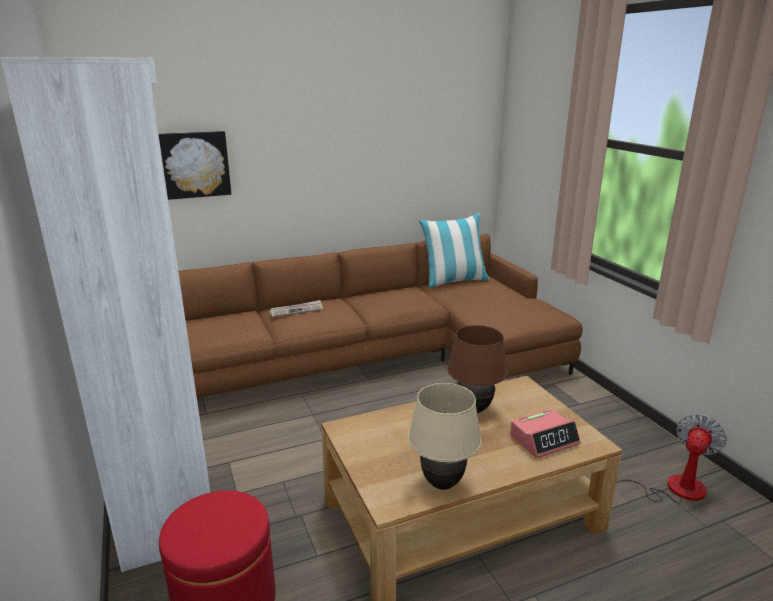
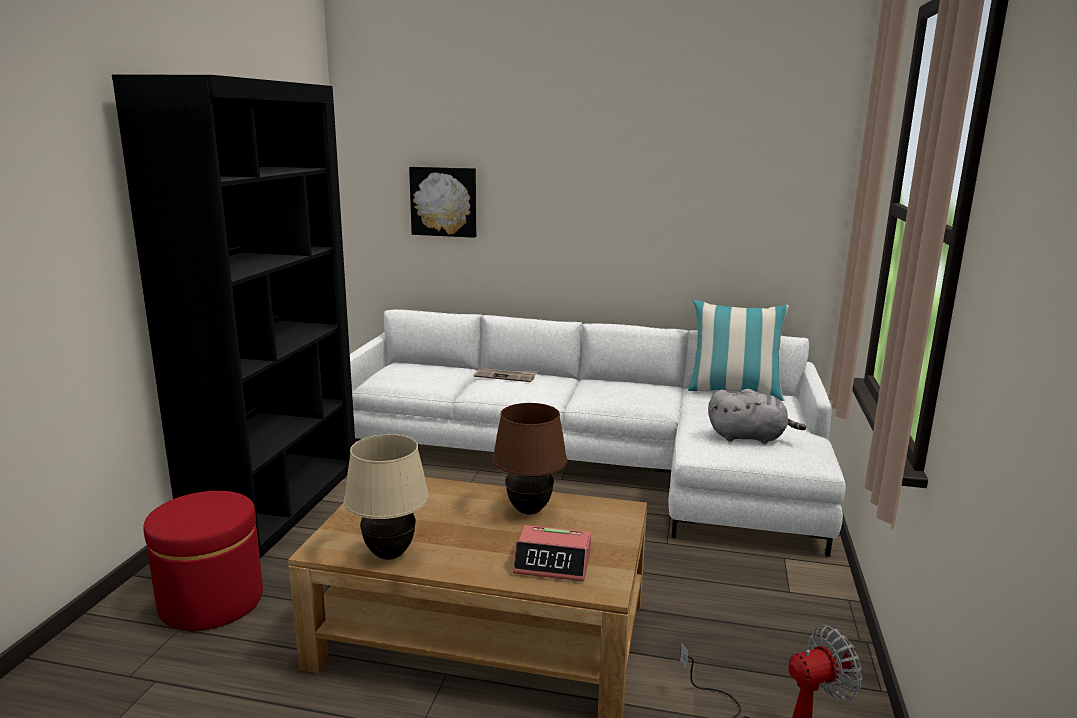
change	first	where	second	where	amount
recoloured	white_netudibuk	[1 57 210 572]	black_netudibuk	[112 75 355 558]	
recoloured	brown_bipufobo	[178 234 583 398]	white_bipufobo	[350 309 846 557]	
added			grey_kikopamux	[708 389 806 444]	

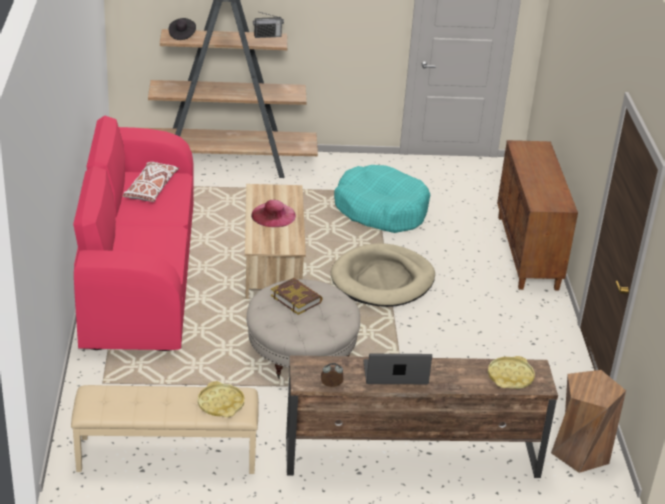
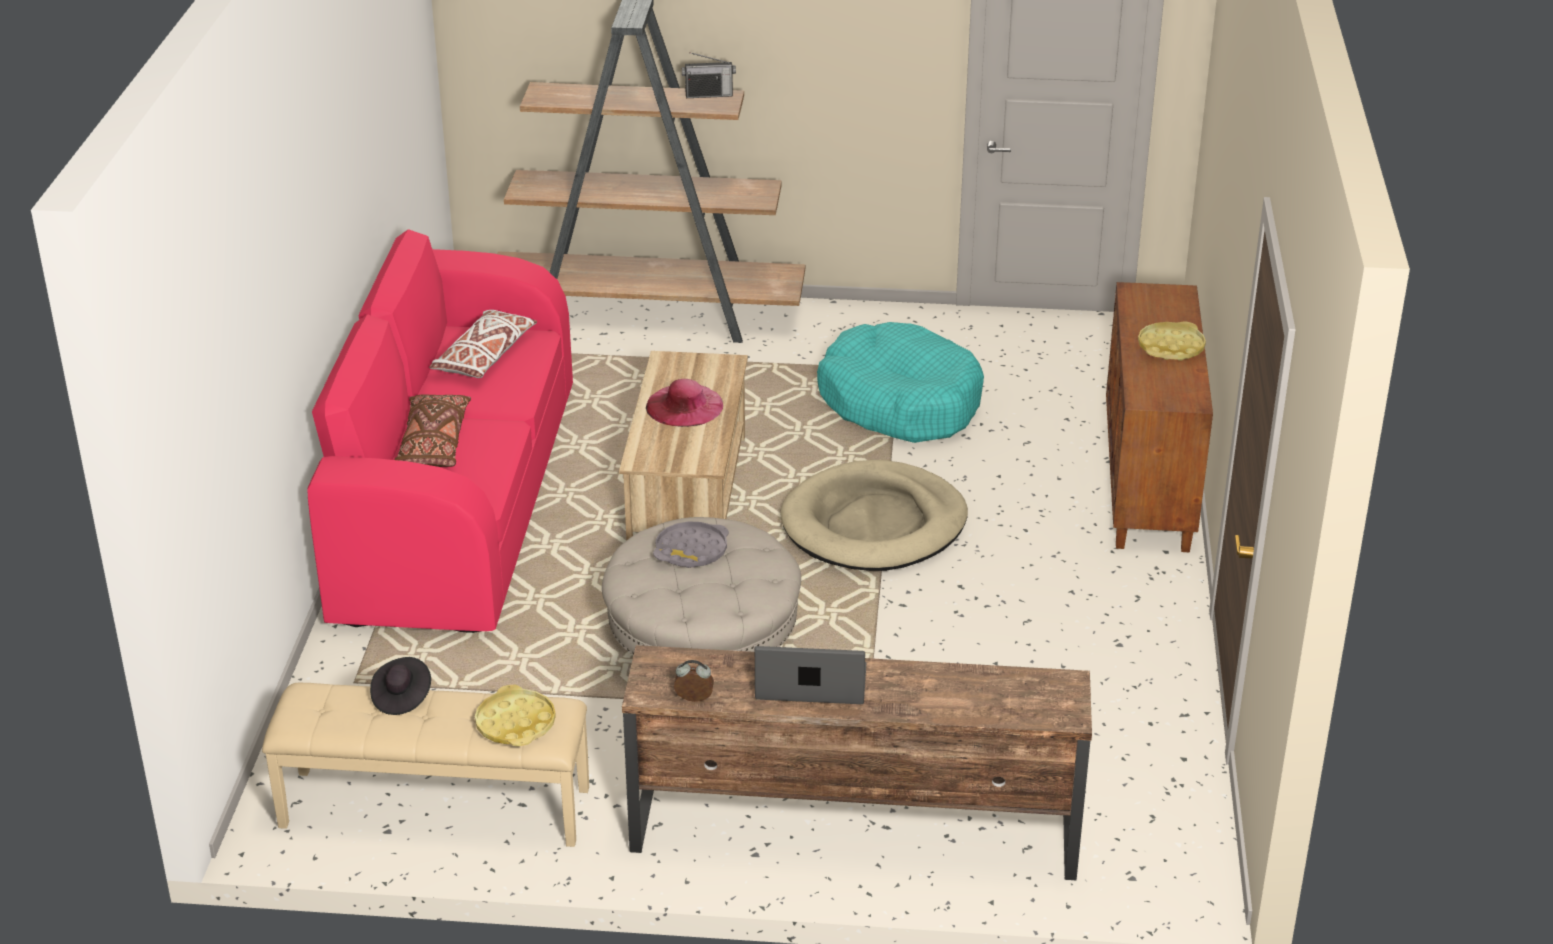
change	first	where	second	where	amount
moved	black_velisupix	[169 18 196 40]		[370 657 431 715]	
replaced	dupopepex	[271 278 322 315]	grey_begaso	[653 521 729 568]	
moved	yellow_begaso	[488 356 535 389]		[1138 321 1206 361]	
removed	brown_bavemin	[551 370 626 473]			
added			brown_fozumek	[394 394 471 467]	

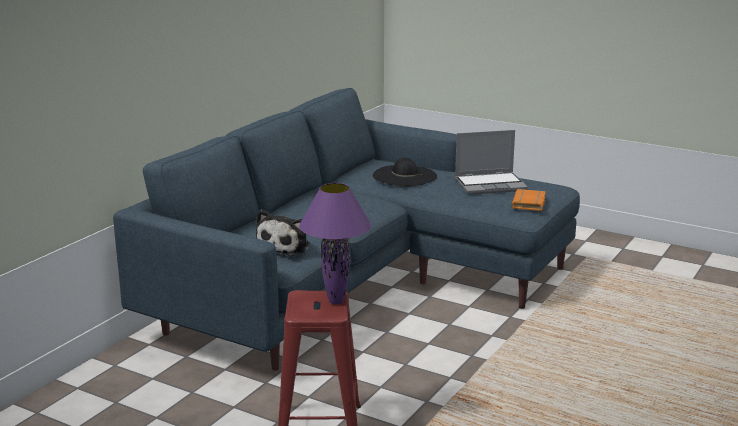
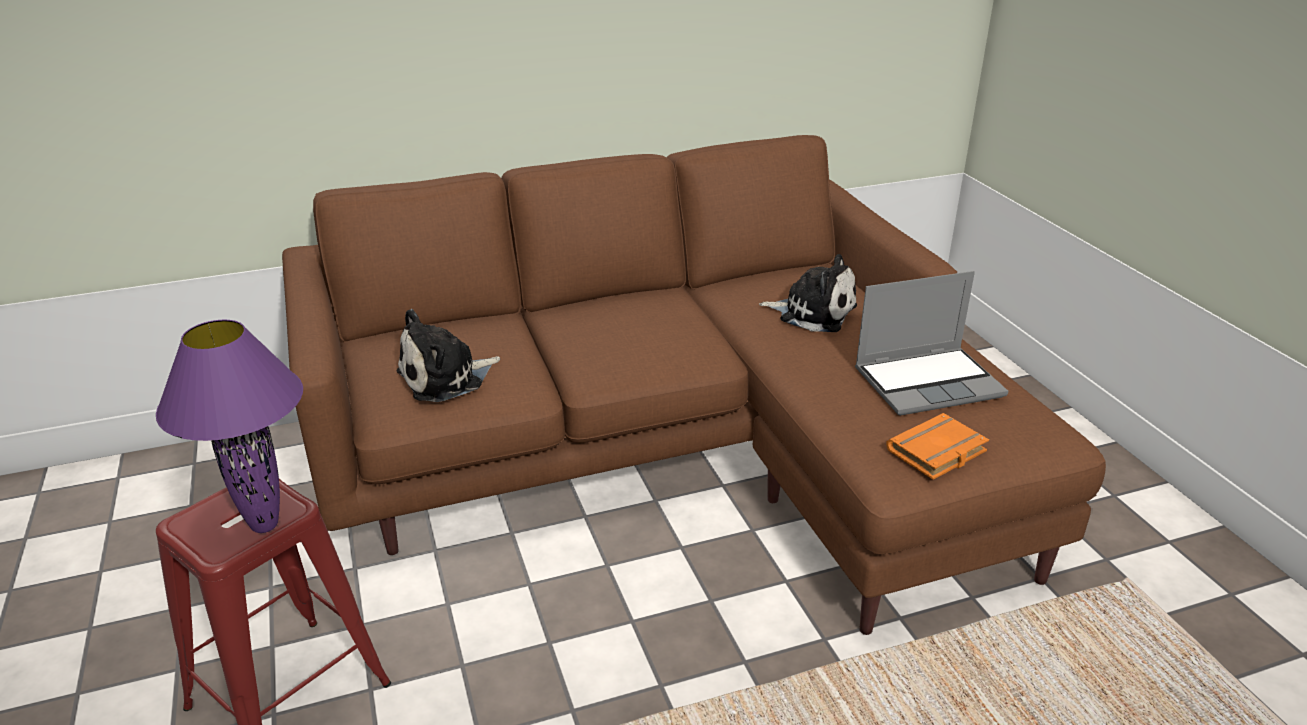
change	first	where	second	where	amount
recoloured	blue_bipufobo	[113 88 580 371]	brown_bipufobo	[282 135 1106 635]	
replaced	black_velisupix	[373 158 437 187]	kikopamux	[759 254 857 332]	
turned	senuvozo	[455 130 528 195]		[855 271 1008 416]	45 degrees counterclockwise

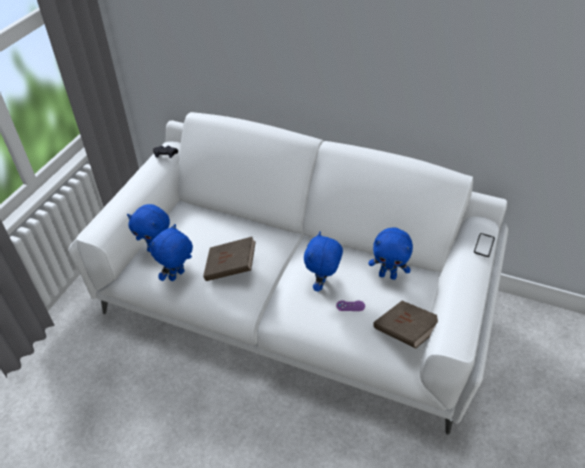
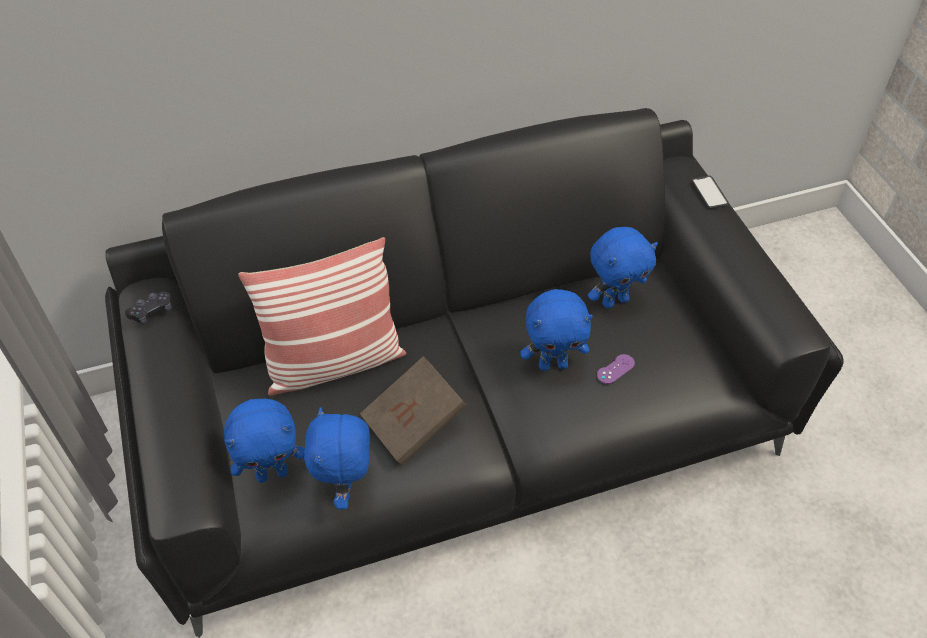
change	first	where	second	where	amount
recoloured	white_bipufobo	[69 112 508 435]	black_bipufobo	[105 108 844 638]	
turned	blue_kikopamux	[304 231 343 292]		[520 289 593 371]	75 degrees counterclockwise
removed	brown_dupopepex	[373 301 438 349]			
added			fozumek	[238 237 406 396]	

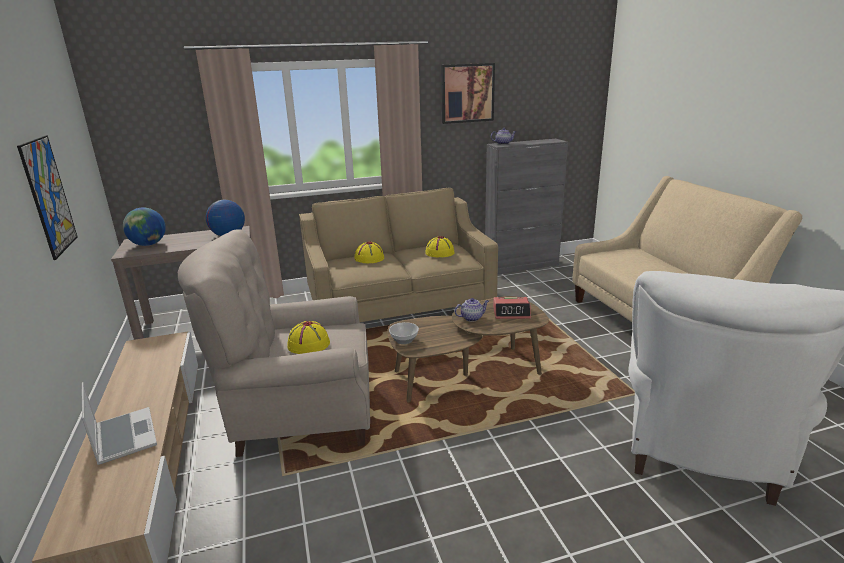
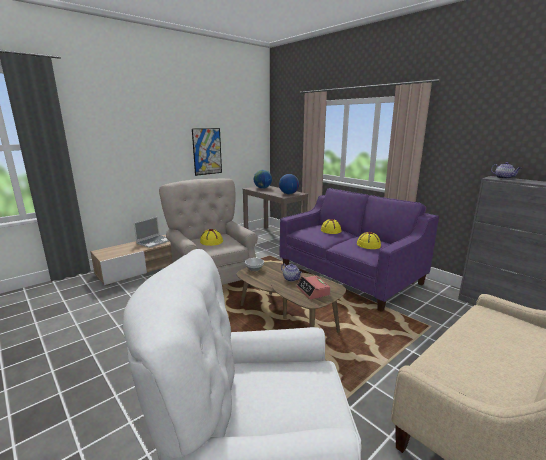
change	first	where	second	where	amount
recoloured	beige_bipufobo	[299 188 498 322]	purple_bipufobo	[279 188 439 312]	
removed	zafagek	[441 63 495 124]			

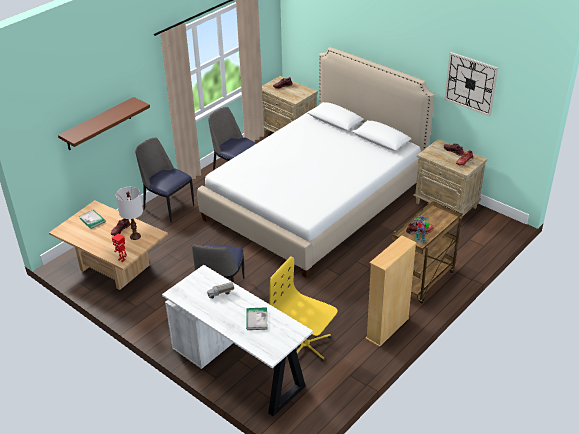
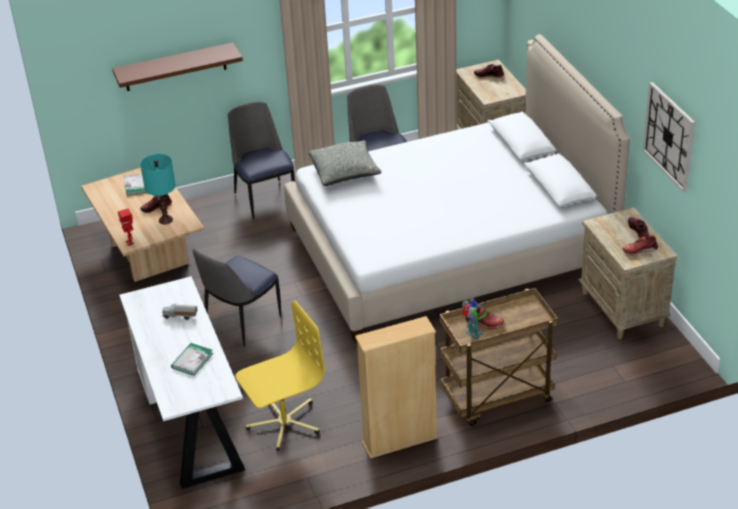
change	first	where	second	where	amount
recoloured	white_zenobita	[116 187 143 240]	turquoise_zenobita	[140 154 176 225]	
turned	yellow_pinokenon	[269 256 337 362]		[236 301 325 451]	90 degrees clockwise
added			grey_fozumek	[309 140 382 186]	

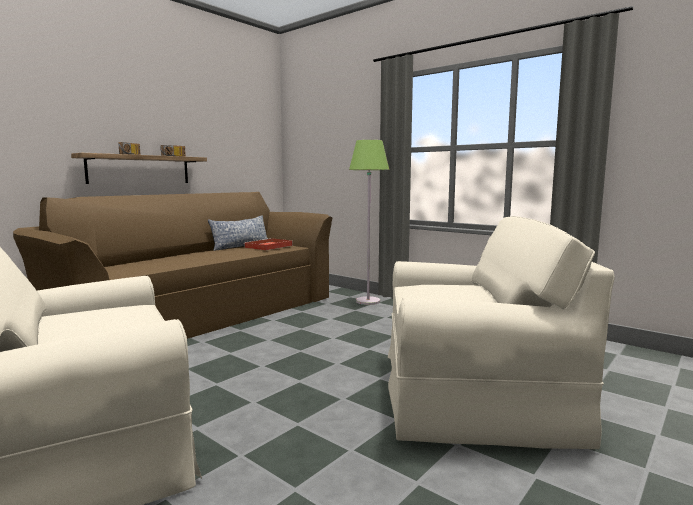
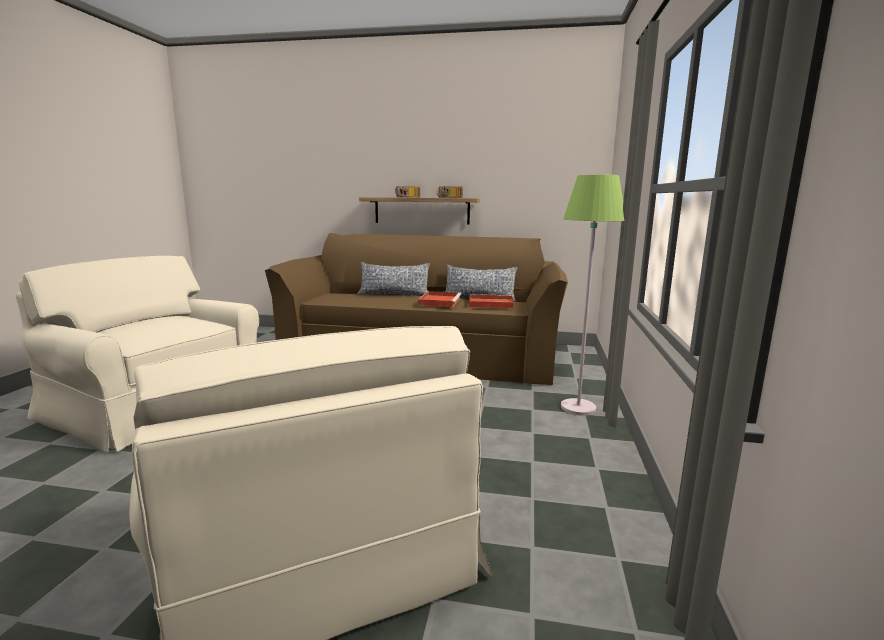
change	first	where	second	where	amount
added			fozumek	[357 262 430 296]	
added			red_begaso	[418 291 461 307]	

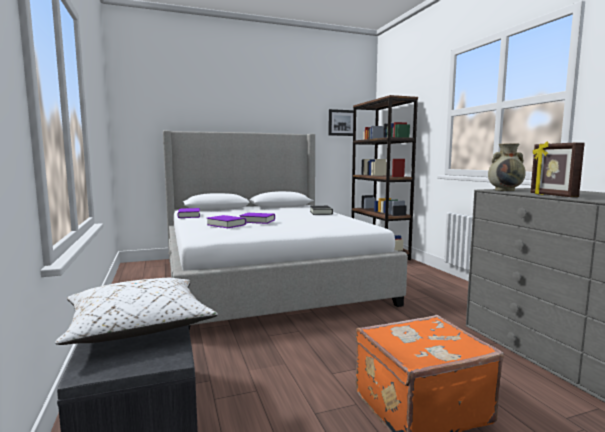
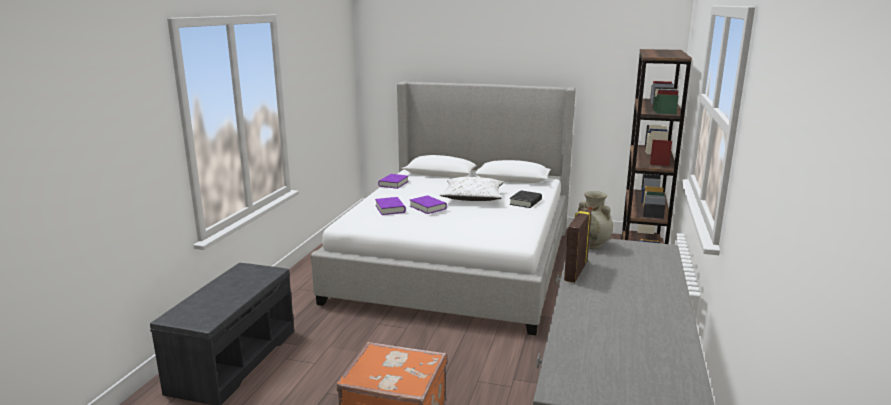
change	first	where	second	where	amount
moved	white_fozumek	[55 278 218 345]		[439 177 504 201]	
removed	zafagek	[329 109 353 136]			

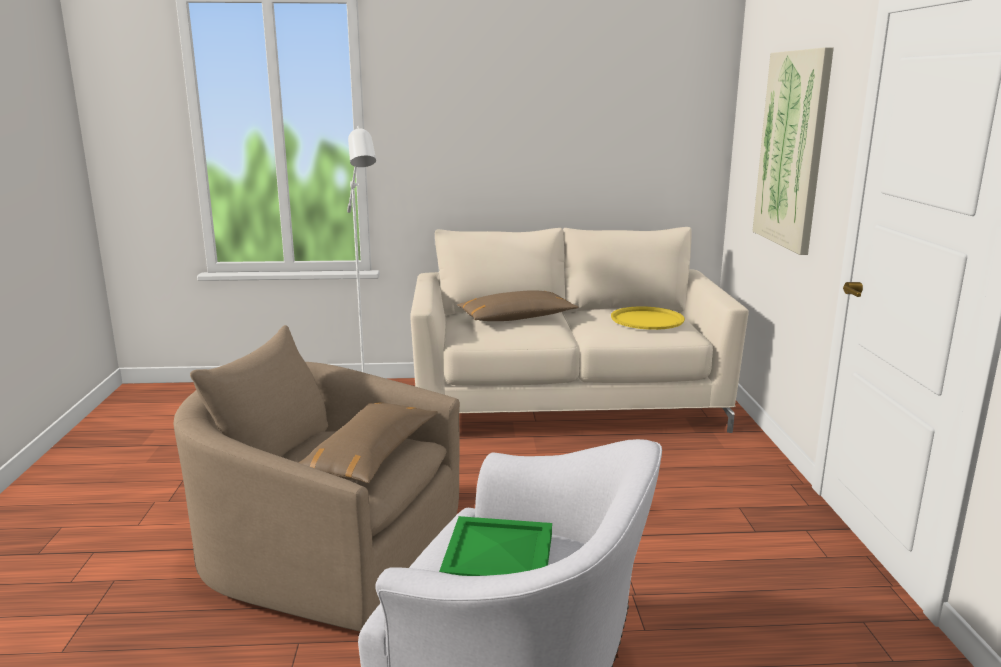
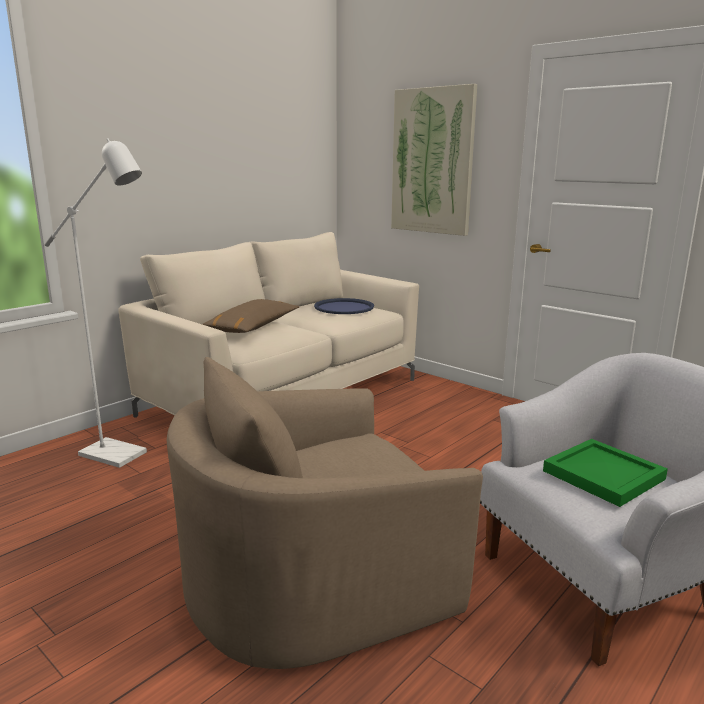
change	first	where	second	where	amount
removed	brown_fozumek	[298 403 438 483]			
recoloured	yellow_begaso	[611 306 685 330]	blue_begaso	[314 298 374 314]	

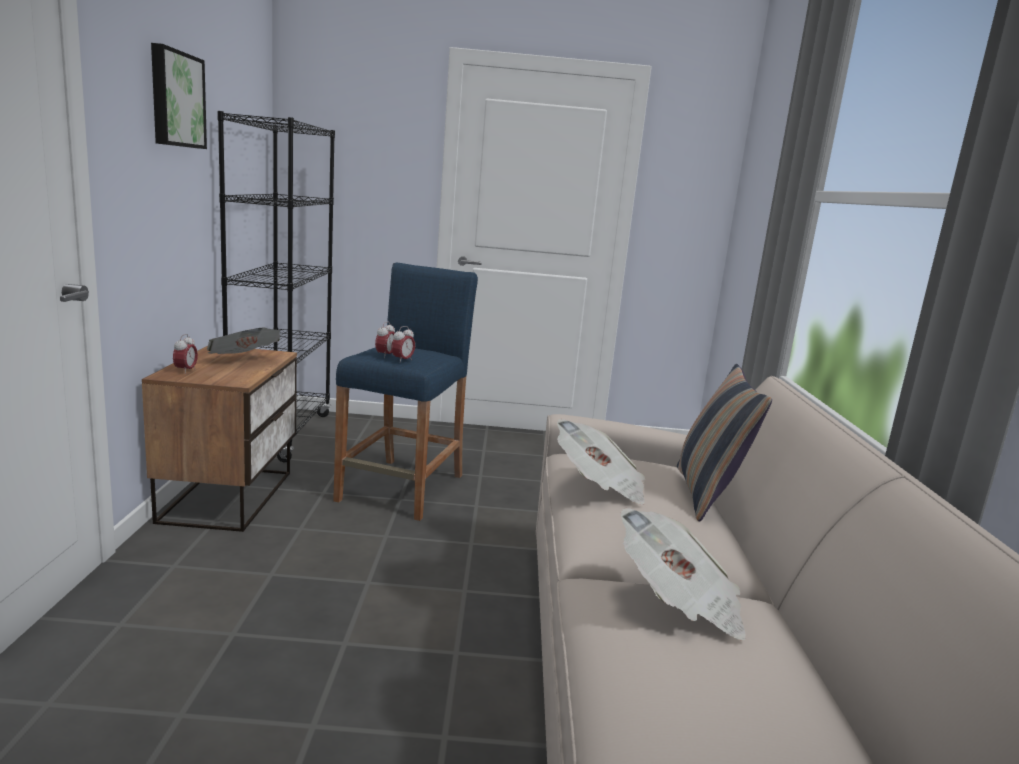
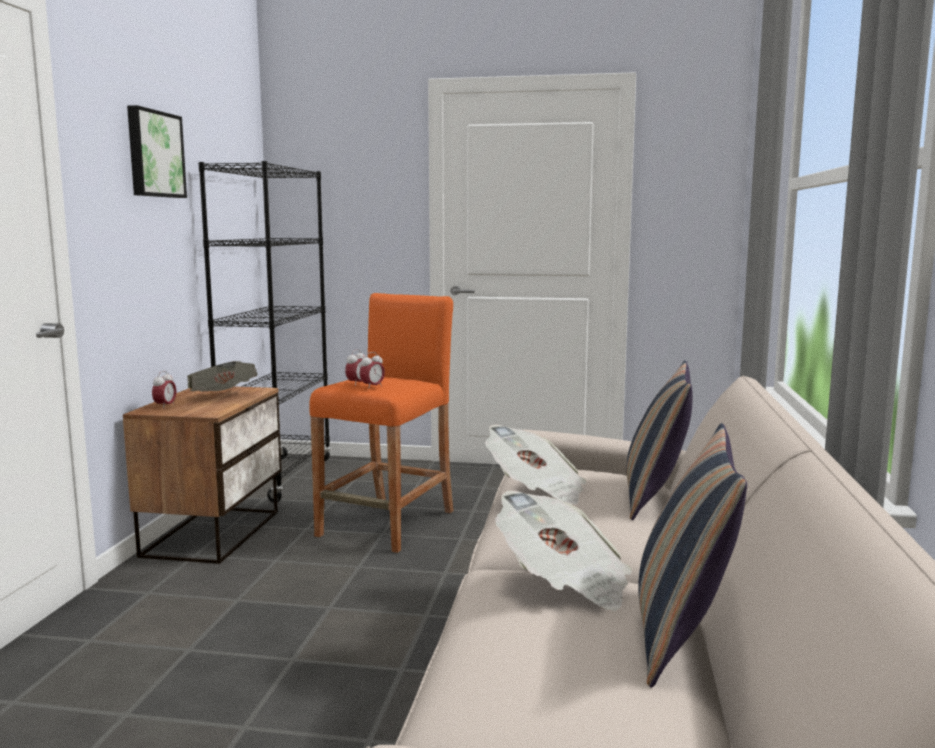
change	first	where	second	where	amount
recoloured	blue_bavemin	[333 263 478 521]	orange_bavemin	[309 293 454 553]	
added			fozumek	[639 423 747 688]	

